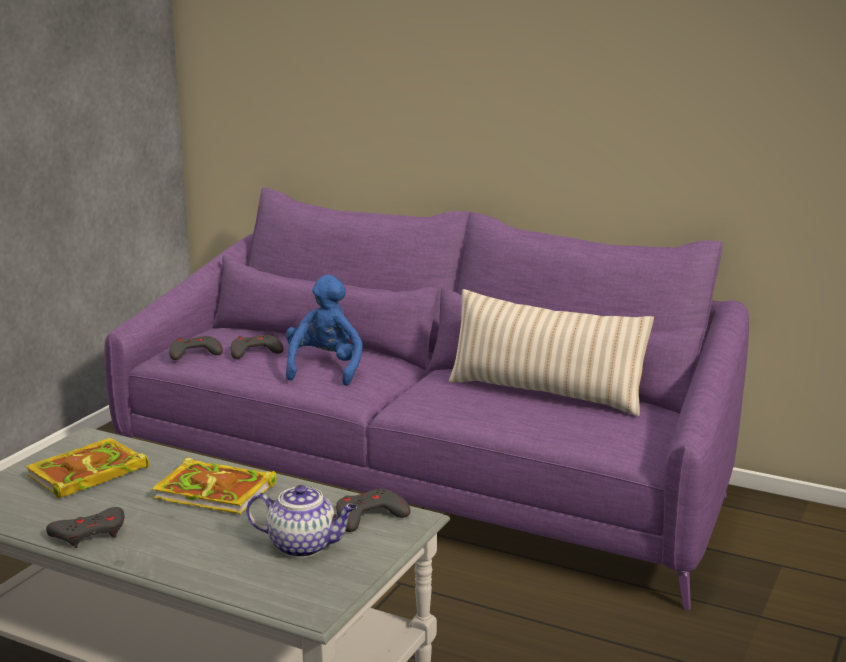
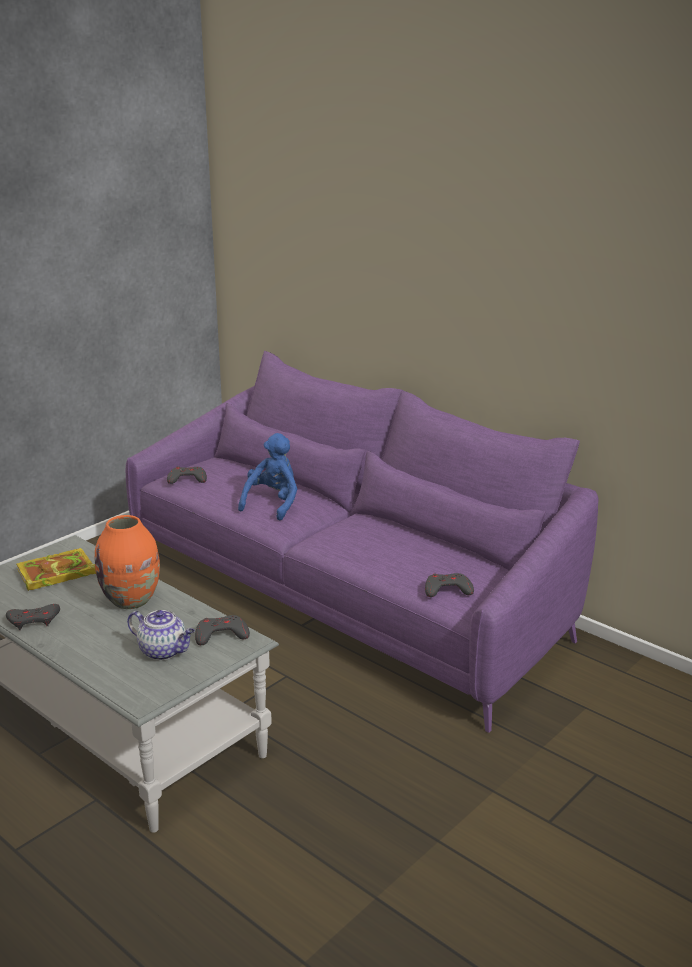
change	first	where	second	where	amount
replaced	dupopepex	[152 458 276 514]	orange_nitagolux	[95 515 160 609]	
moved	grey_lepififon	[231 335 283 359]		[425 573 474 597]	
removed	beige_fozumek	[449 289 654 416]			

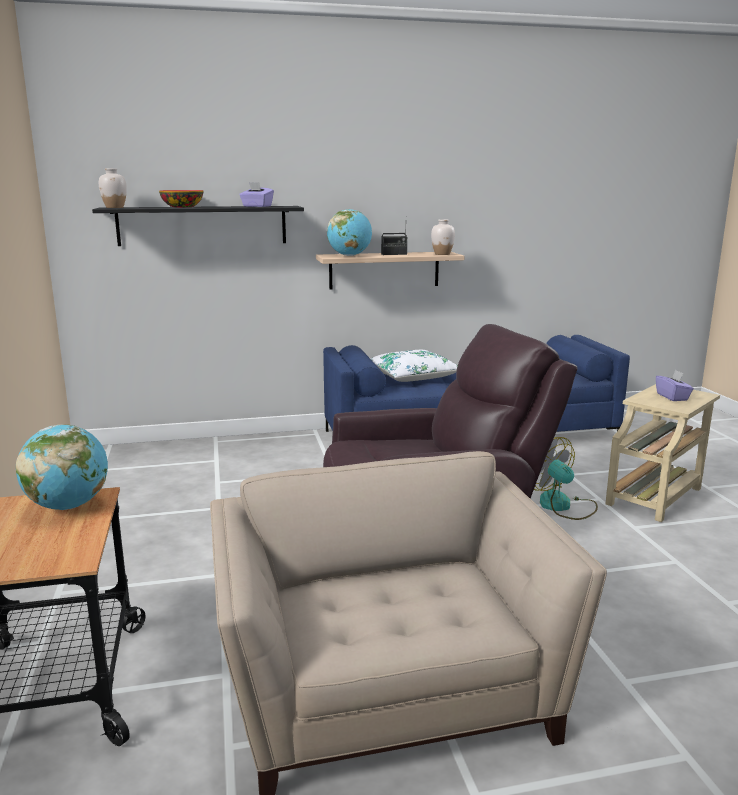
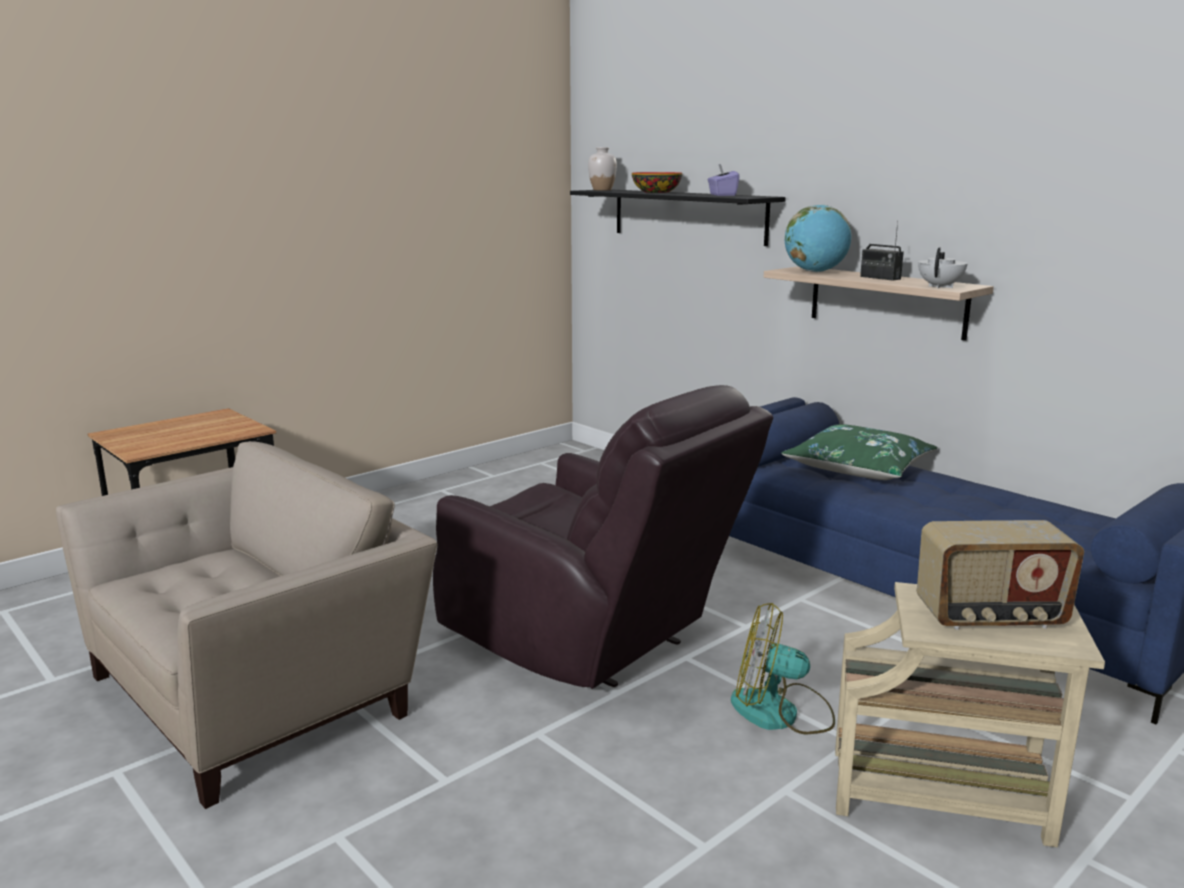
change	first	where	second	where	amount
removed	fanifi	[16 424 108 510]			
recoloured	white_fozumek	[370 350 458 382]	green_fozumek	[781 424 938 480]	
replaced	white_nitagolux	[431 219 455 255]	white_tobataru	[918 248 968 288]	
turned	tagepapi	[534 437 598 520]		[731 603 835 735]	105 degrees counterclockwise
replaced	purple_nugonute	[656 370 694 401]	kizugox	[917 520 1084 630]	

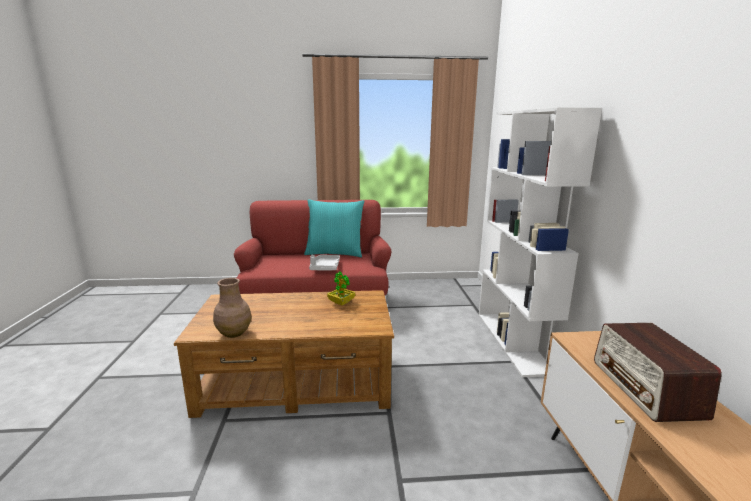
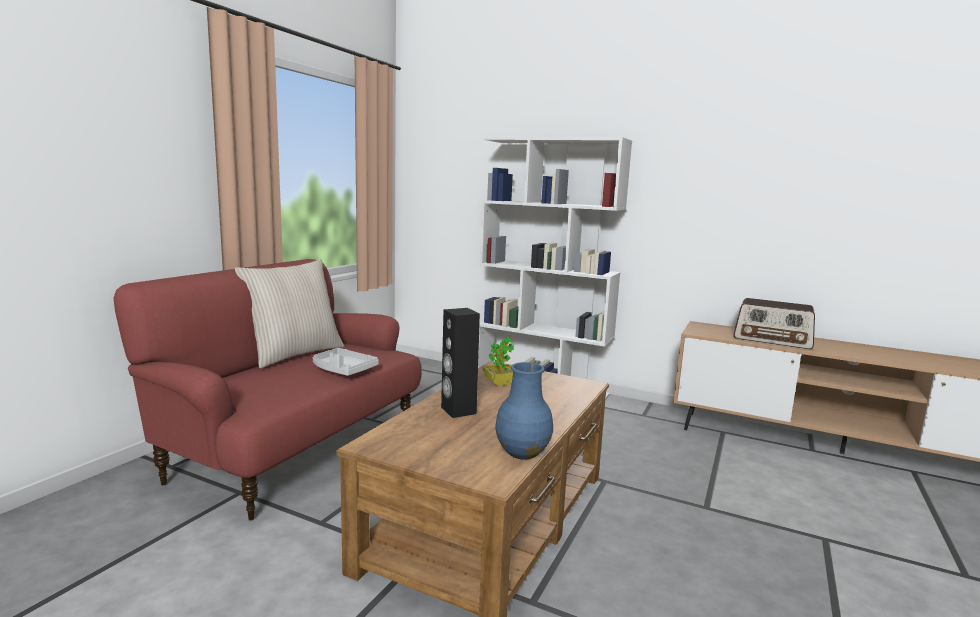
change	first	where	second	where	amount
recoloured	brown_nitagolux	[213 278 251 338]	blue_nitagolux	[495 362 553 460]	
recoloured	turquoise_fozumek	[304 199 364 257]	beige_fozumek	[235 259 344 368]	
added			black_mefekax	[441 308 480 418]	

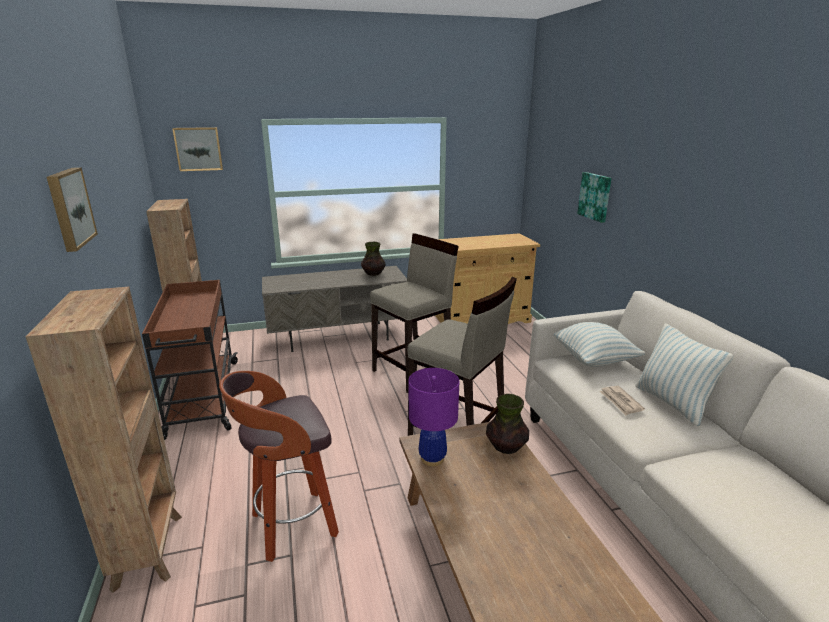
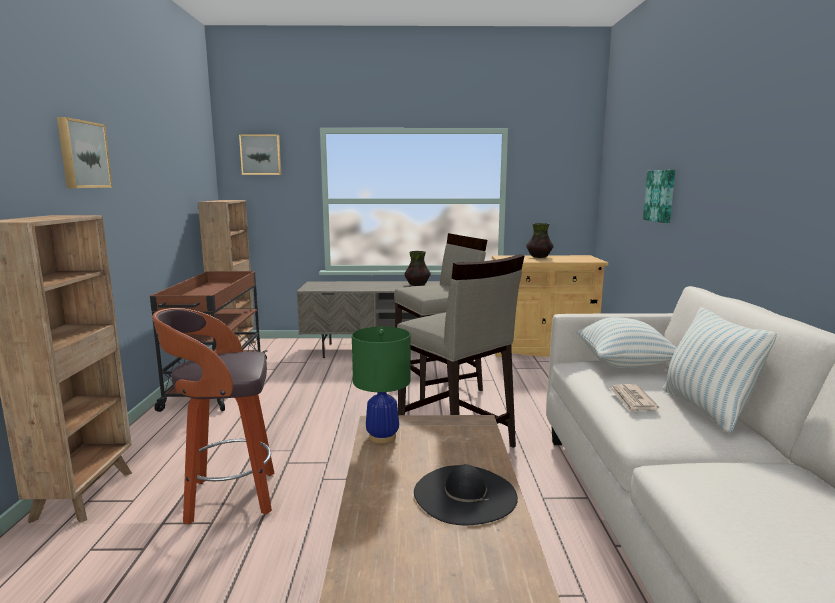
change	first	where	second	where	amount
recoloured	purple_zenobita	[409 368 459 466]	green_zenobita	[352 327 411 443]	
moved	nitagolux	[486 394 529 454]		[526 223 553 258]	
added			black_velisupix	[414 464 518 525]	

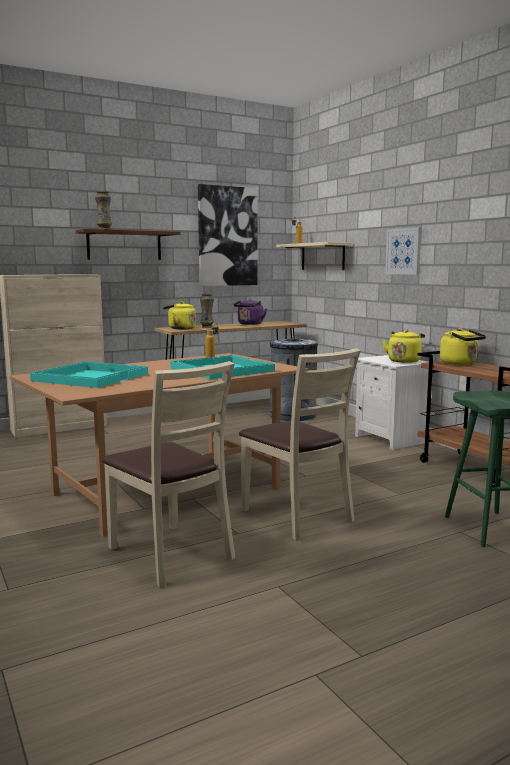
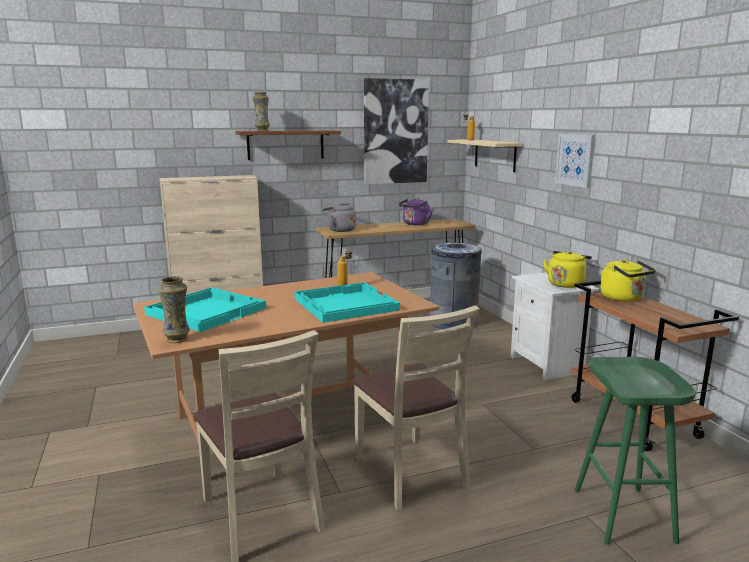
change	first	where	second	where	amount
recoloured	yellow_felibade	[163 302 196 329]	grey_felibade	[322 203 356 232]	
moved	nitagolux	[200 294 214 328]		[158 276 190 343]	

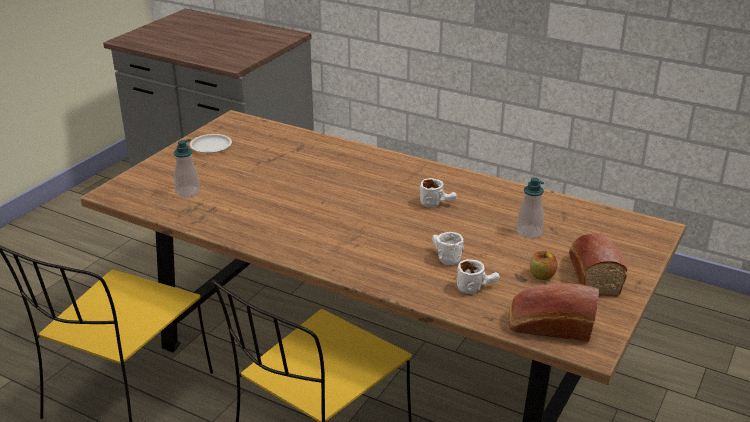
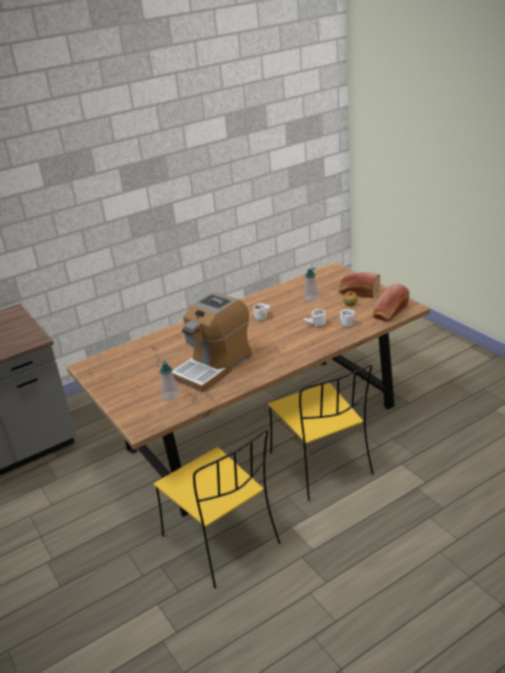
change	first	where	second	where	amount
removed	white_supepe	[190 134 232 153]			
added			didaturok	[172 293 252 392]	

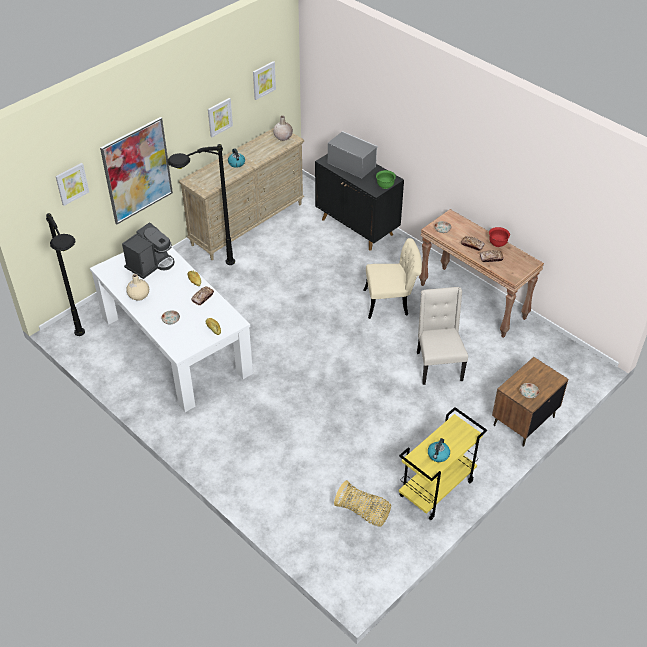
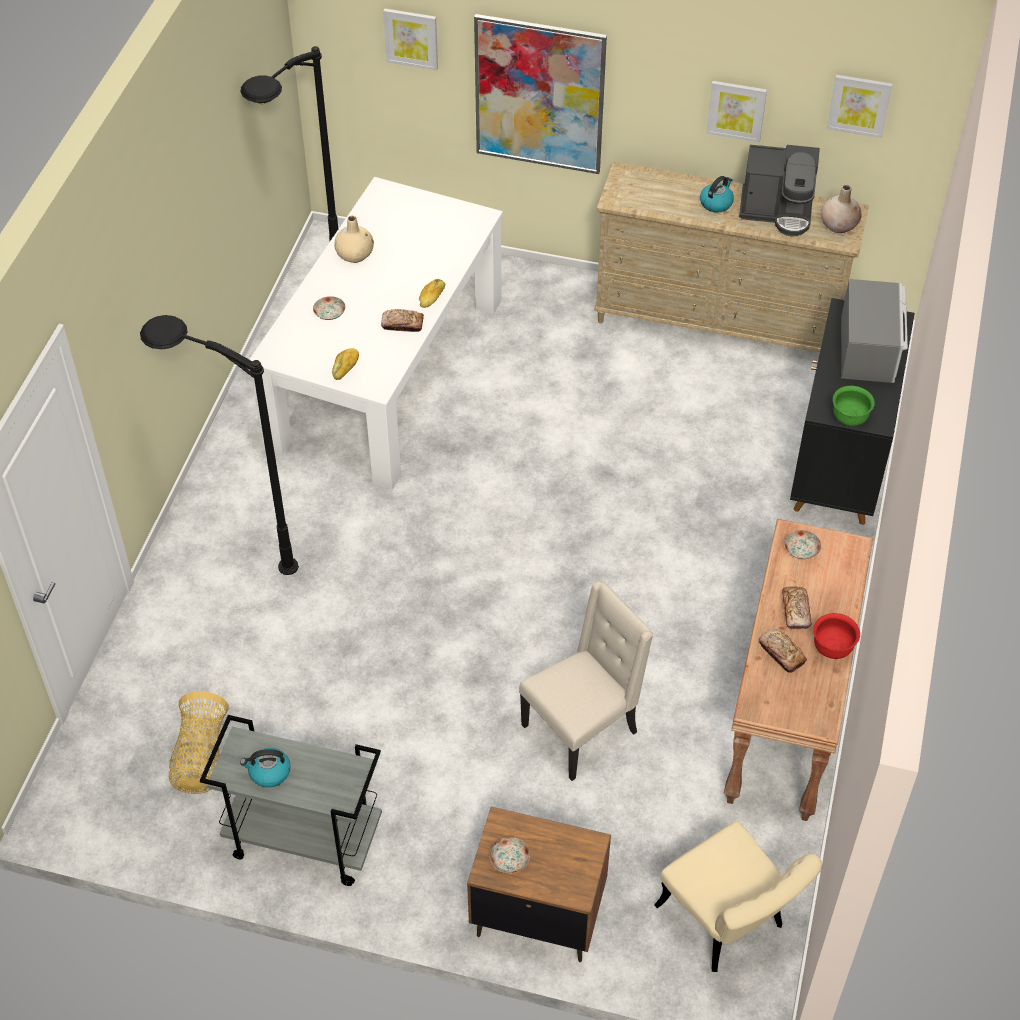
change	first	where	second	where	amount
moved	didaturok	[122 222 175 279]		[739 145 820 236]	
moved	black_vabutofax	[167 144 235 265]		[140 315 299 575]	
moved	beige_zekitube	[364 238 422 319]		[654 822 822 972]	
recoloured	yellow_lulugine	[399 407 487 520]	grey_lulugine	[200 715 382 886]	

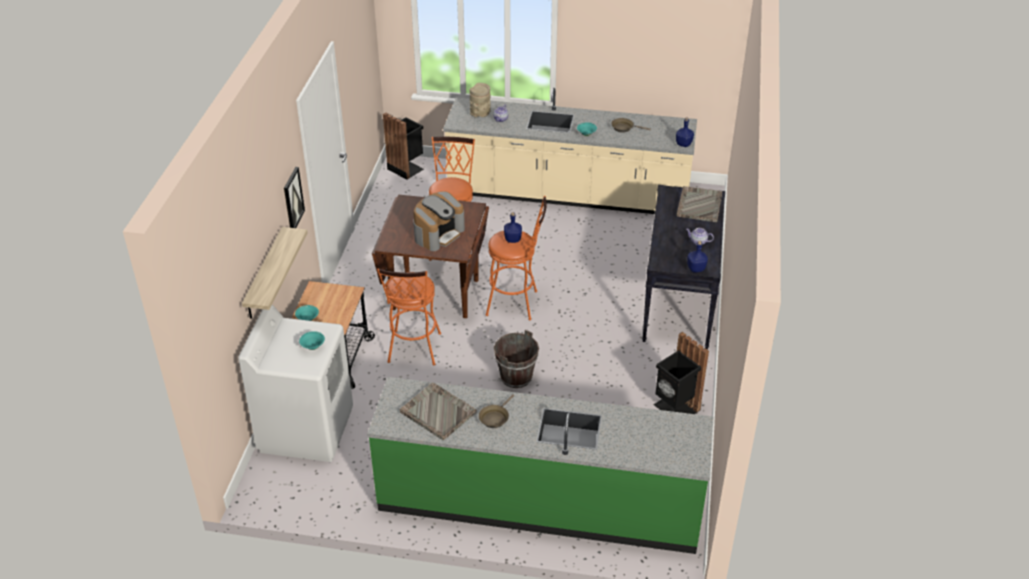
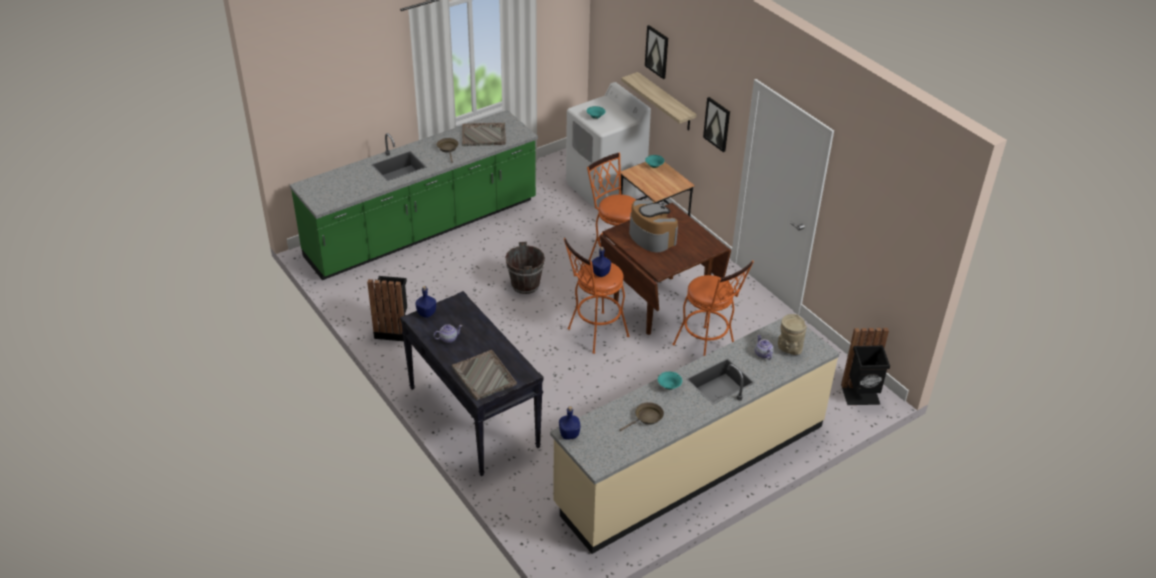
change	first	where	second	where	amount
turned	didaturok	[413 191 465 251]		[629 200 678 252]	150 degrees clockwise
added			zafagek	[645 25 668 79]	

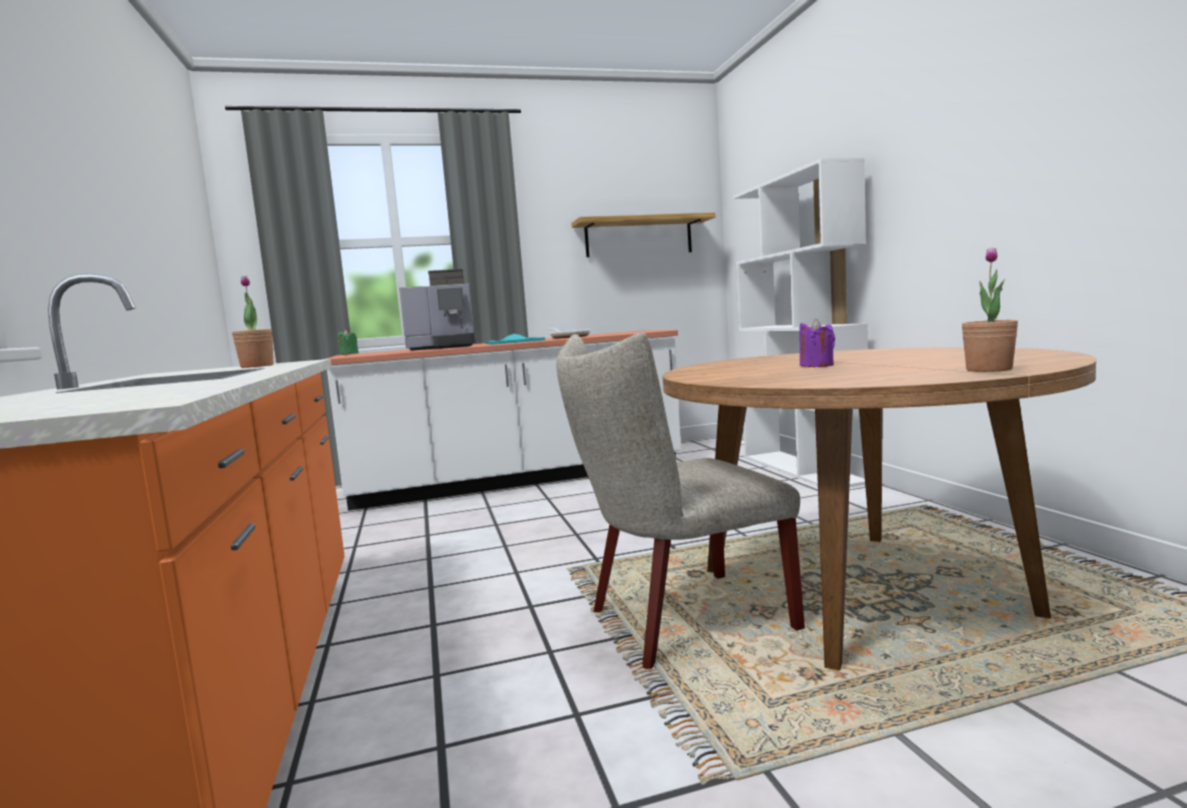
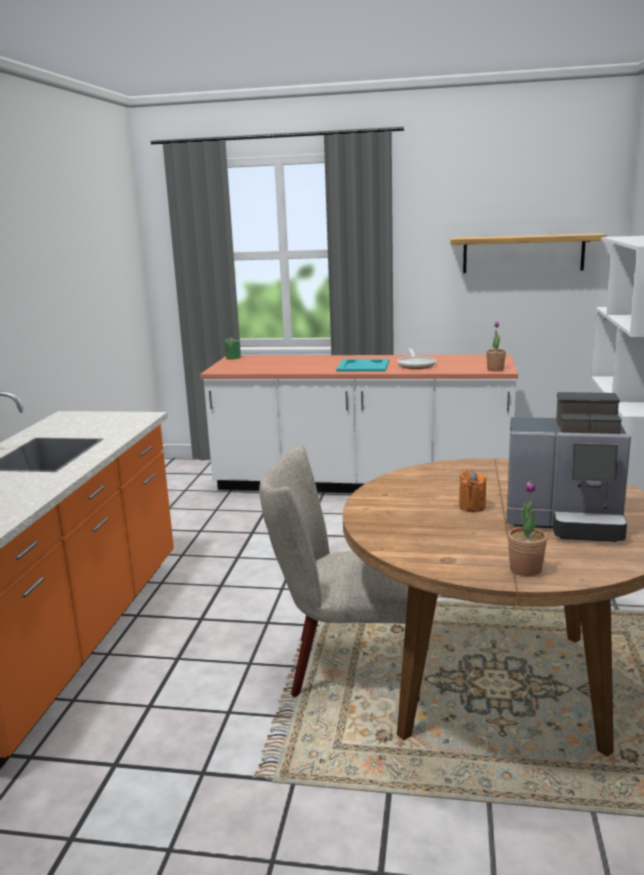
change	first	where	second	where	amount
moved	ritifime	[232 276 273 368]		[486 322 506 372]	
moved	didaturok	[399 269 476 351]		[507 392 631 542]	
recoloured	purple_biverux	[799 318 835 367]	orange_biverux	[459 470 486 512]	

